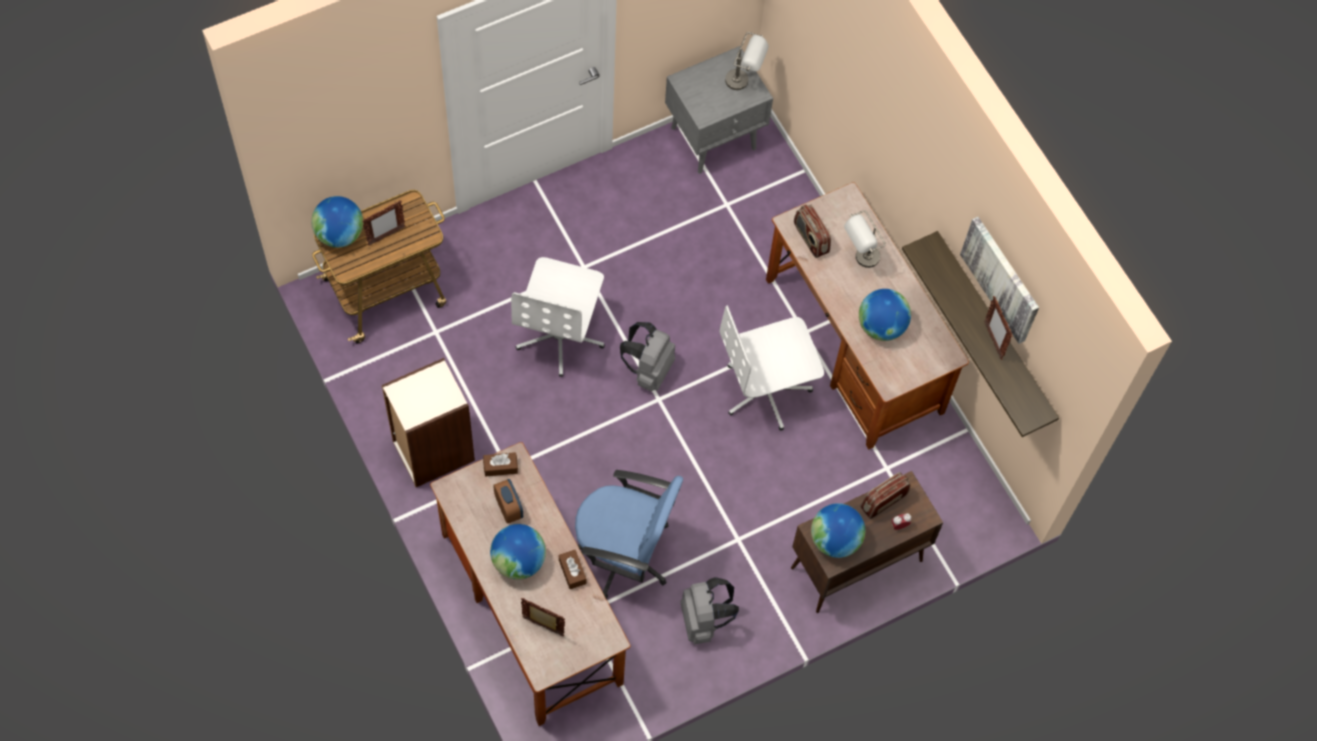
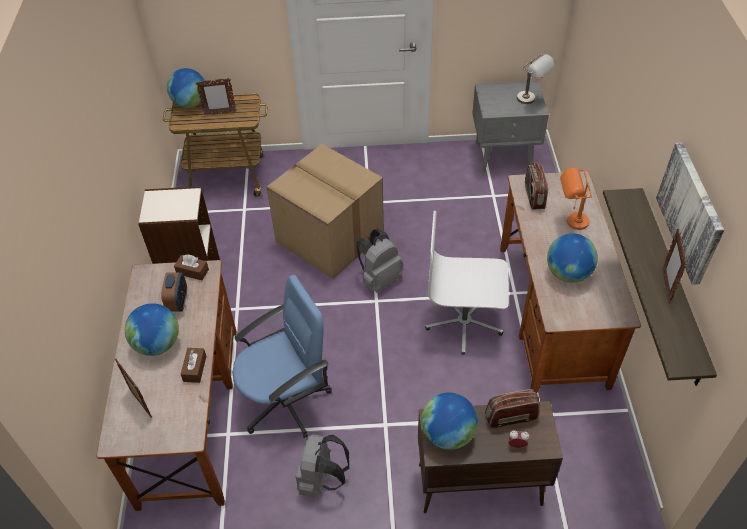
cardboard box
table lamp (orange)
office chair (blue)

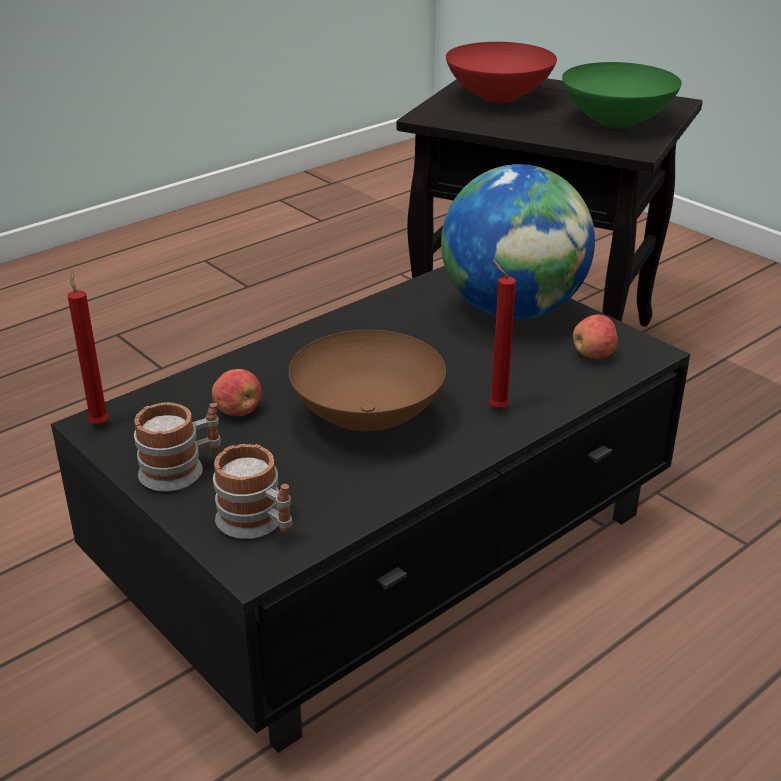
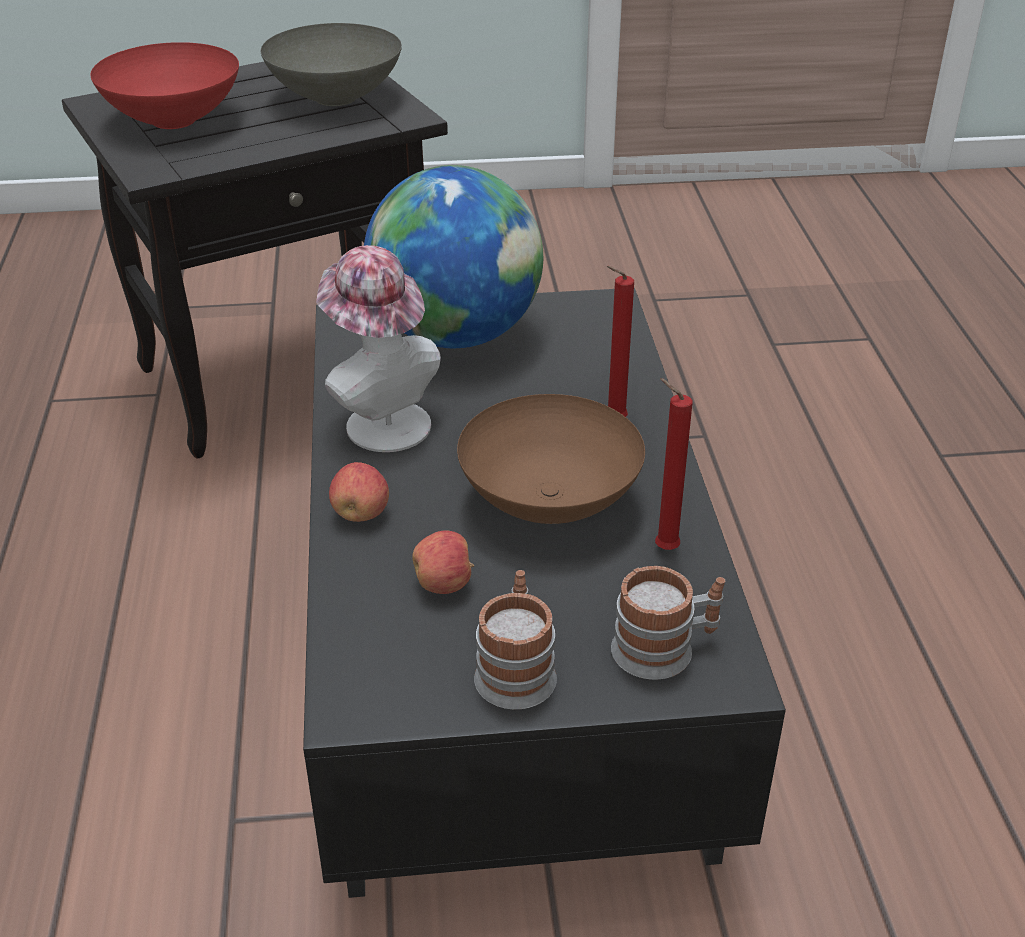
hat
candle (red) (no. 2 from left)
apple (no. 1 from left)
bowl (grey)

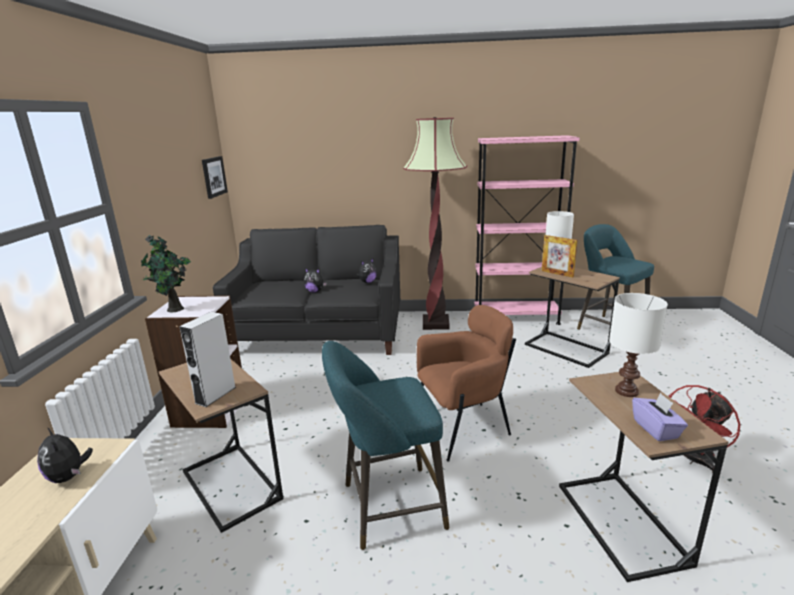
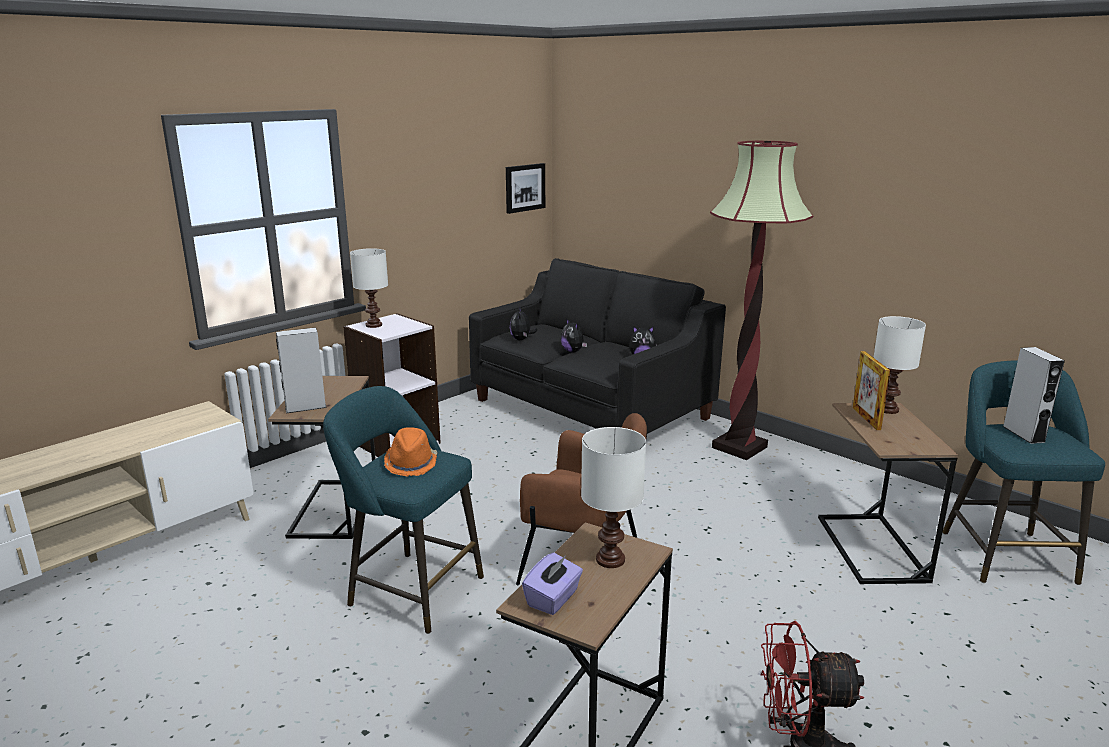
bookcase (pink)
hat (orange)
speaker (grey) (no. 2 from left)
plush toy (no. 1 from left)
table lamp (white) (no. 1 from left)

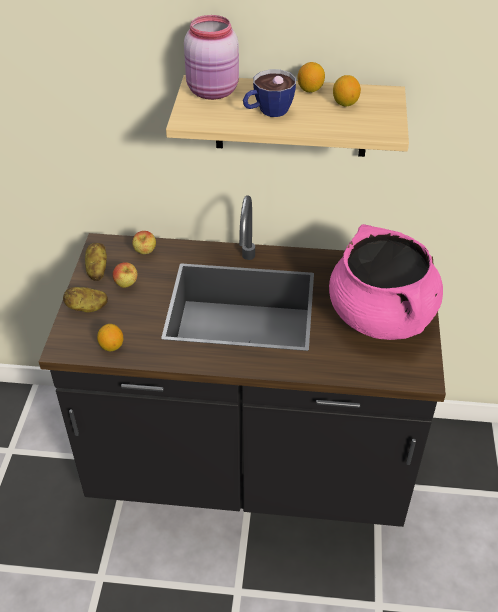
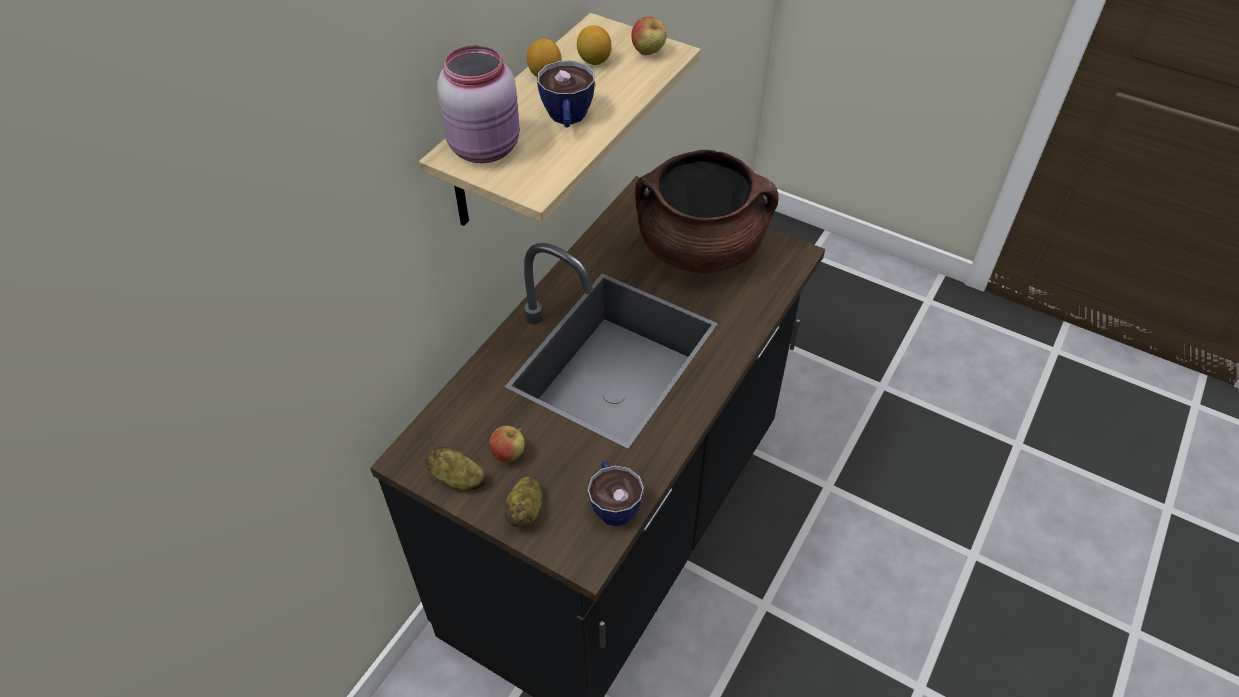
apple (no. 2 from left)
cup (no. 2 from left)
cooking pot (brown)

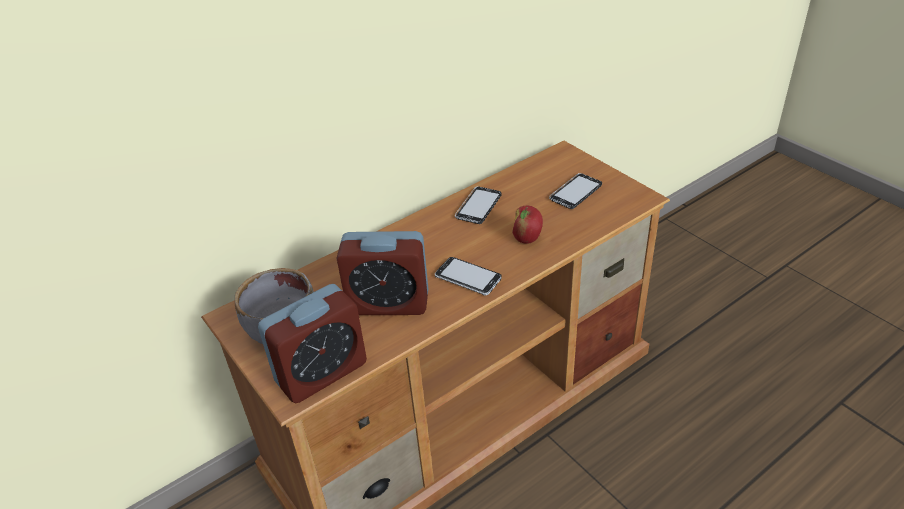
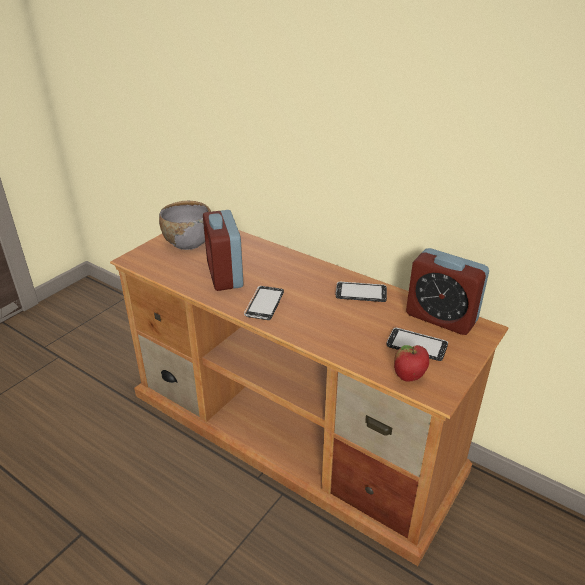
alarm clock (no. 2 from left)
apple

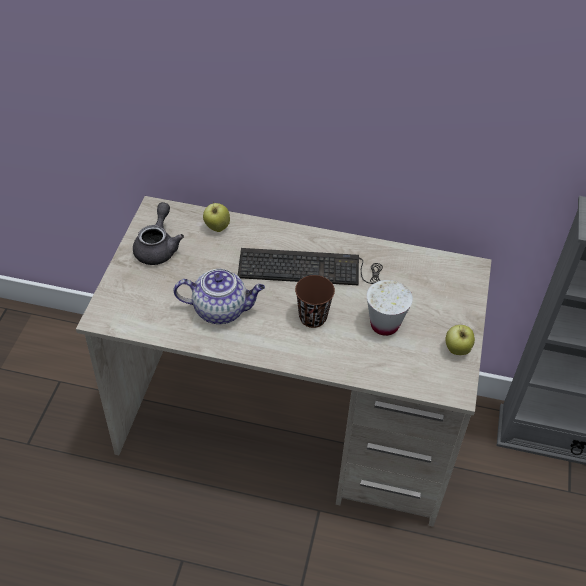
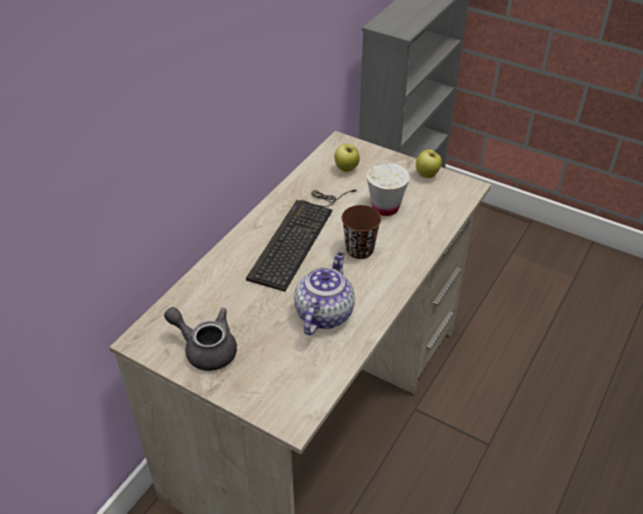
apple (no. 1 from left)

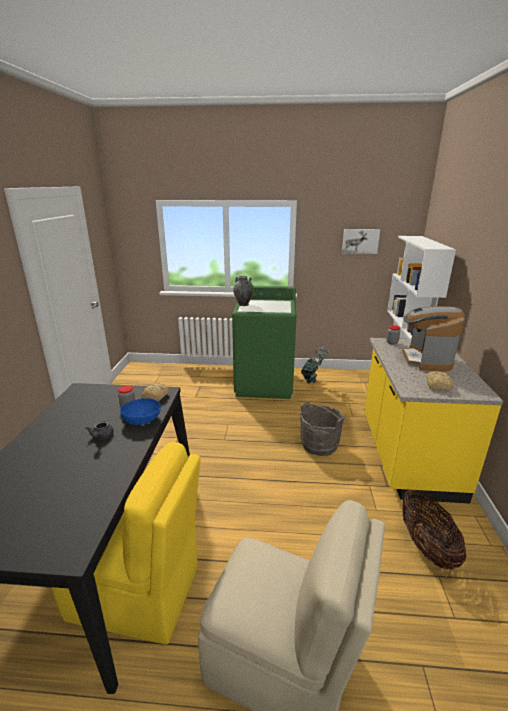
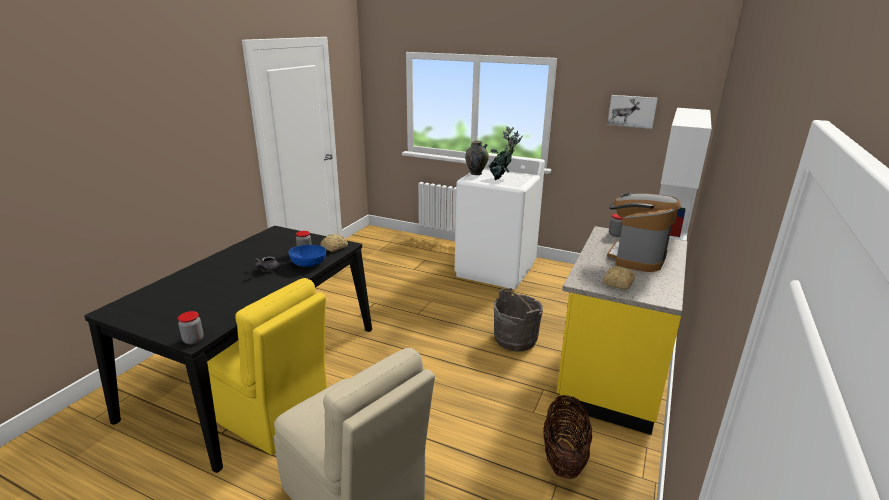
jar (no. 1 from left)
potted plant
washing machine (white)

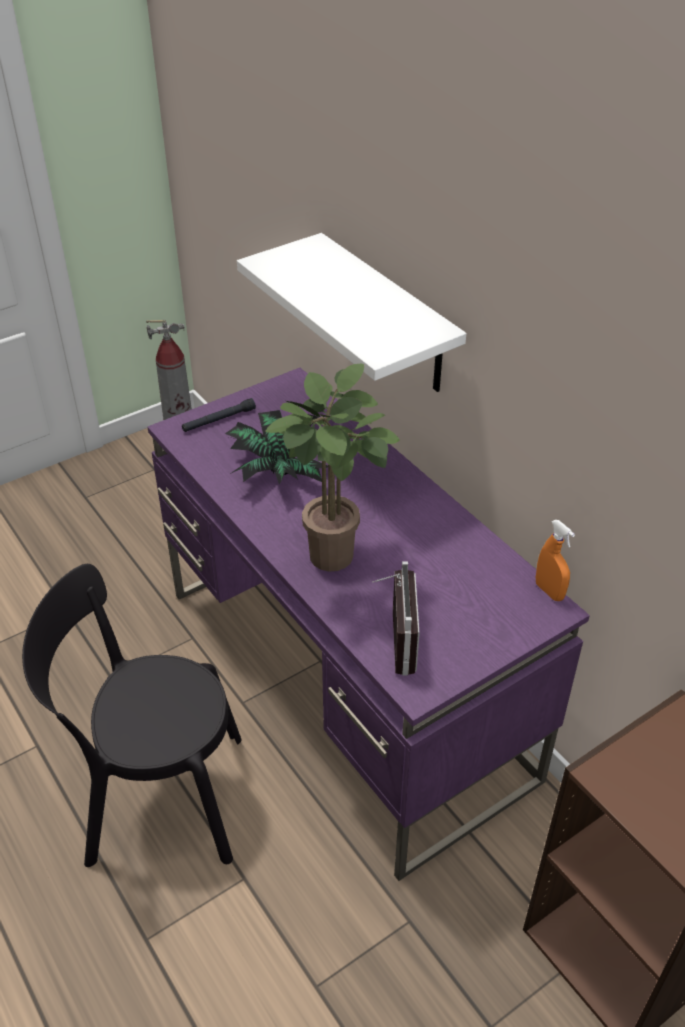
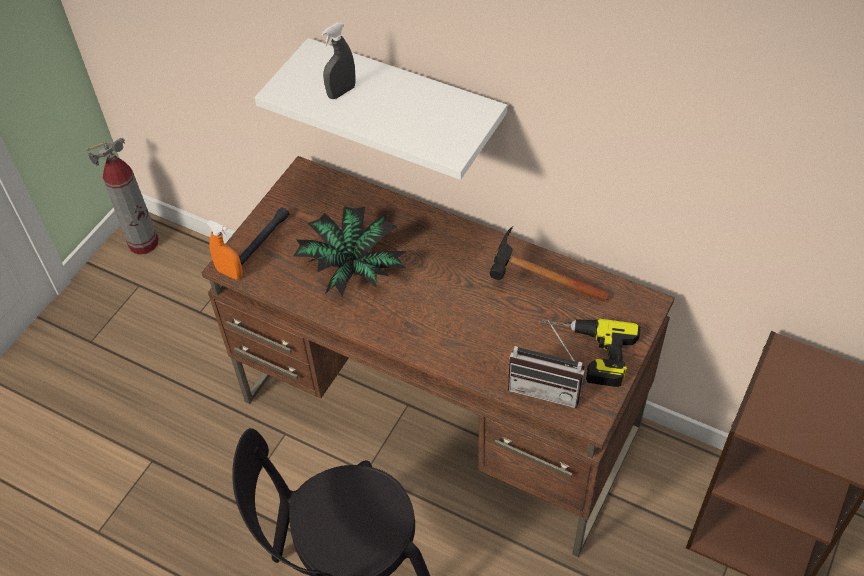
potted plant (no. 2 from left in the first image)
spray bottle (grey)
hammer
power drill
spray bottle (orange)
desk (brown)
radio

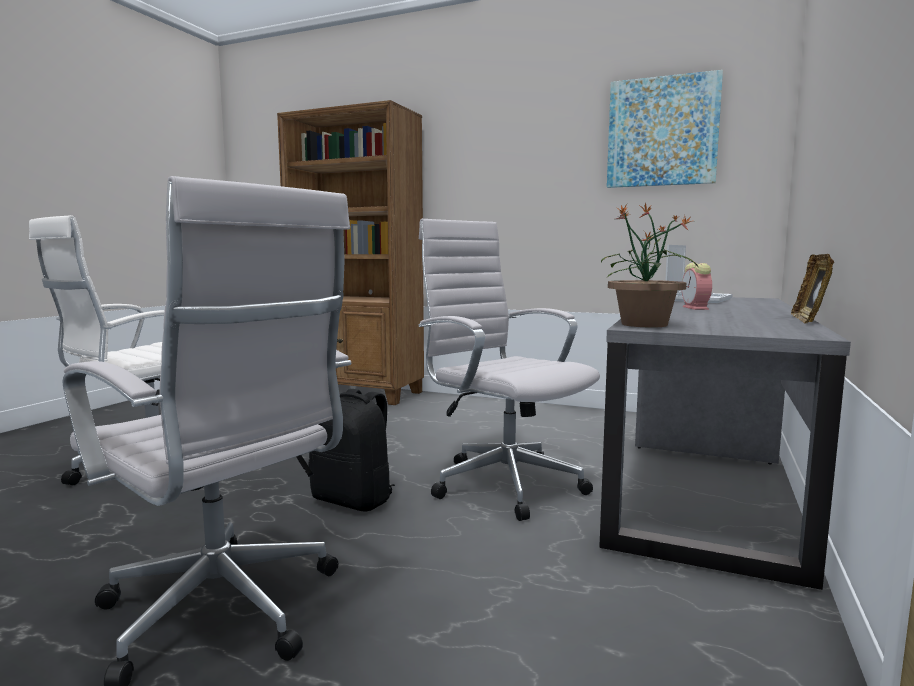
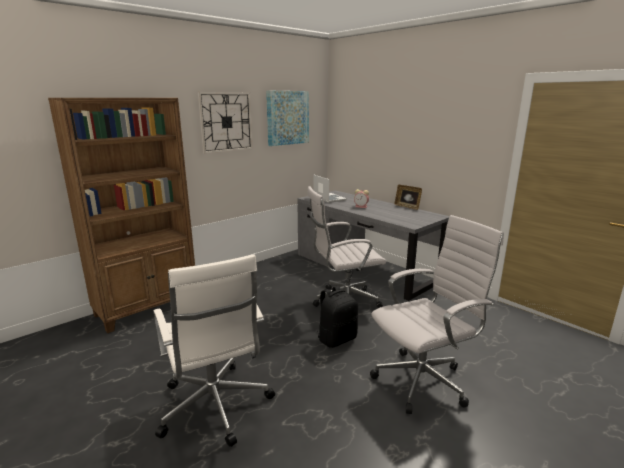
potted plant
wall clock

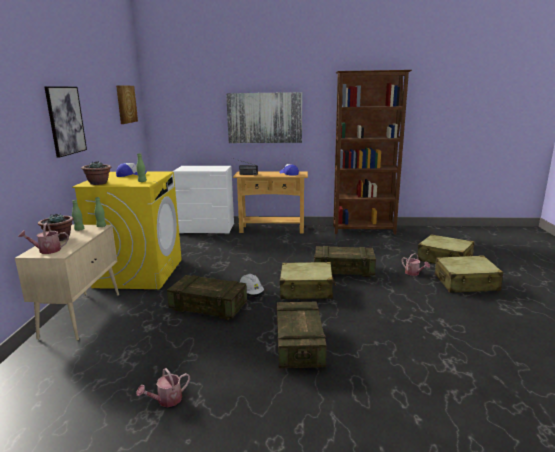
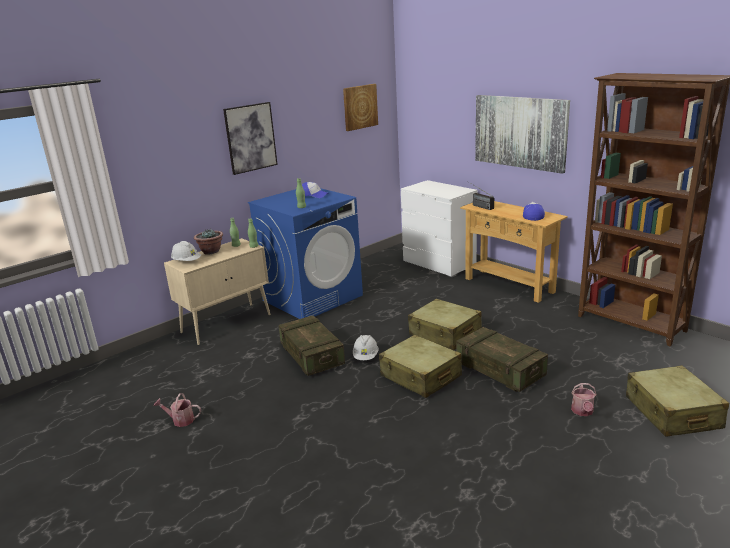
potted plant (no. 2 from left in the first image)
crate (no. 2 from left in the first image)
suitcase (beige) (no. 2 from left)
hard hat (white) (no. 1 from left)
washing machine (blue)

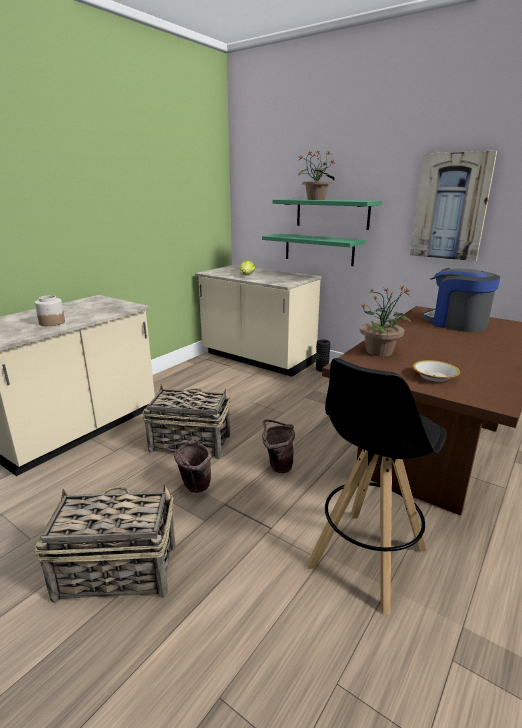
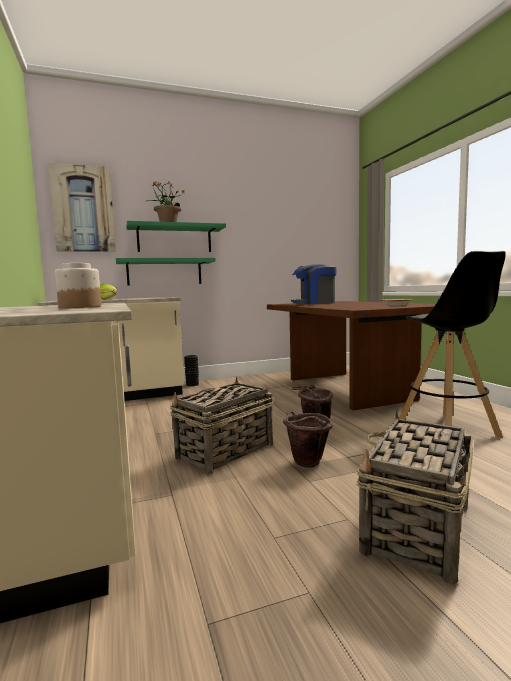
potted plant (no. 2 from left in the first image)
picture

